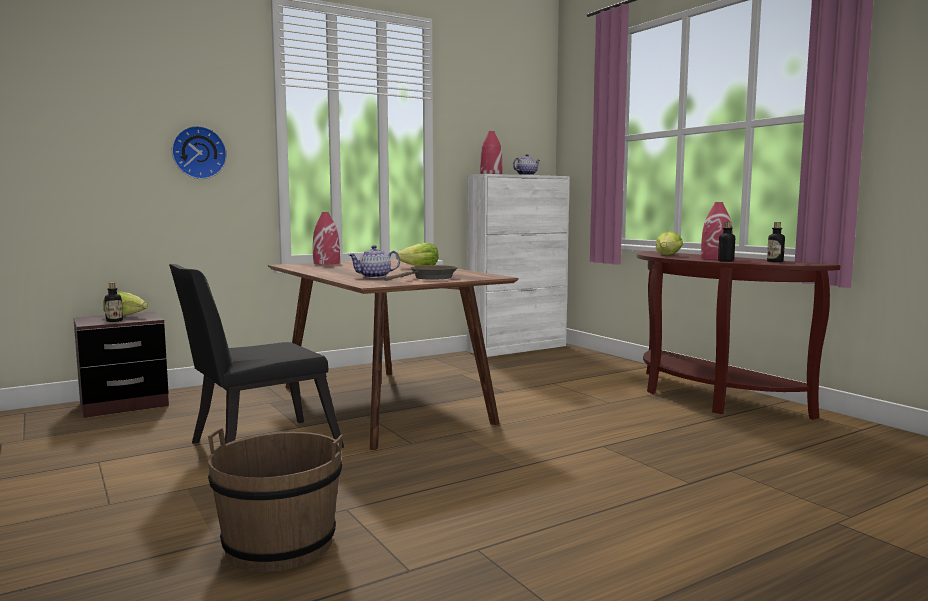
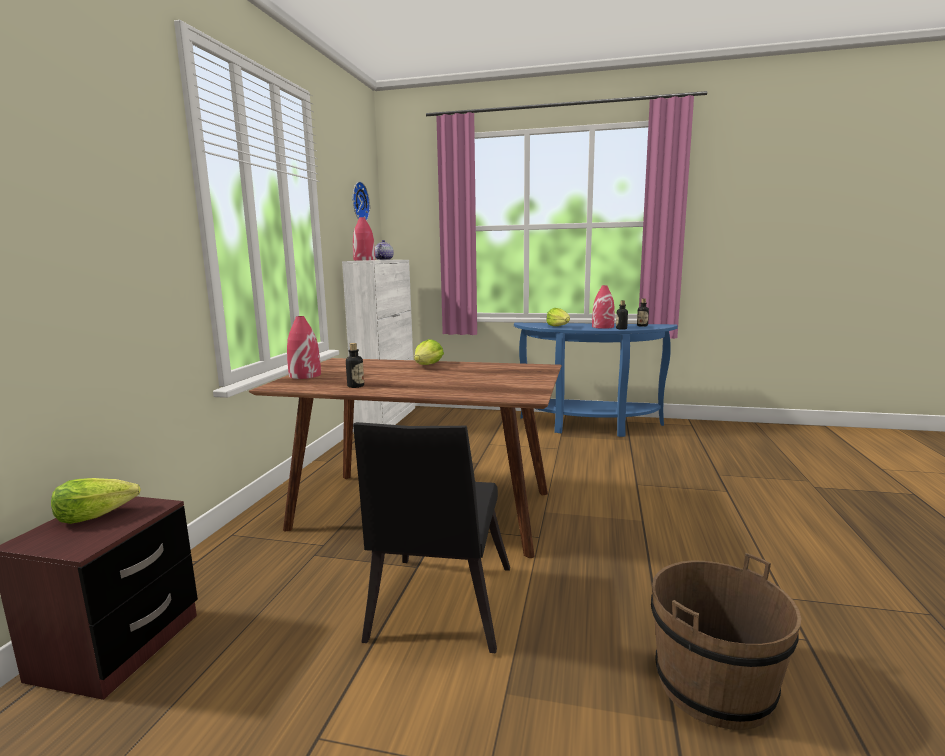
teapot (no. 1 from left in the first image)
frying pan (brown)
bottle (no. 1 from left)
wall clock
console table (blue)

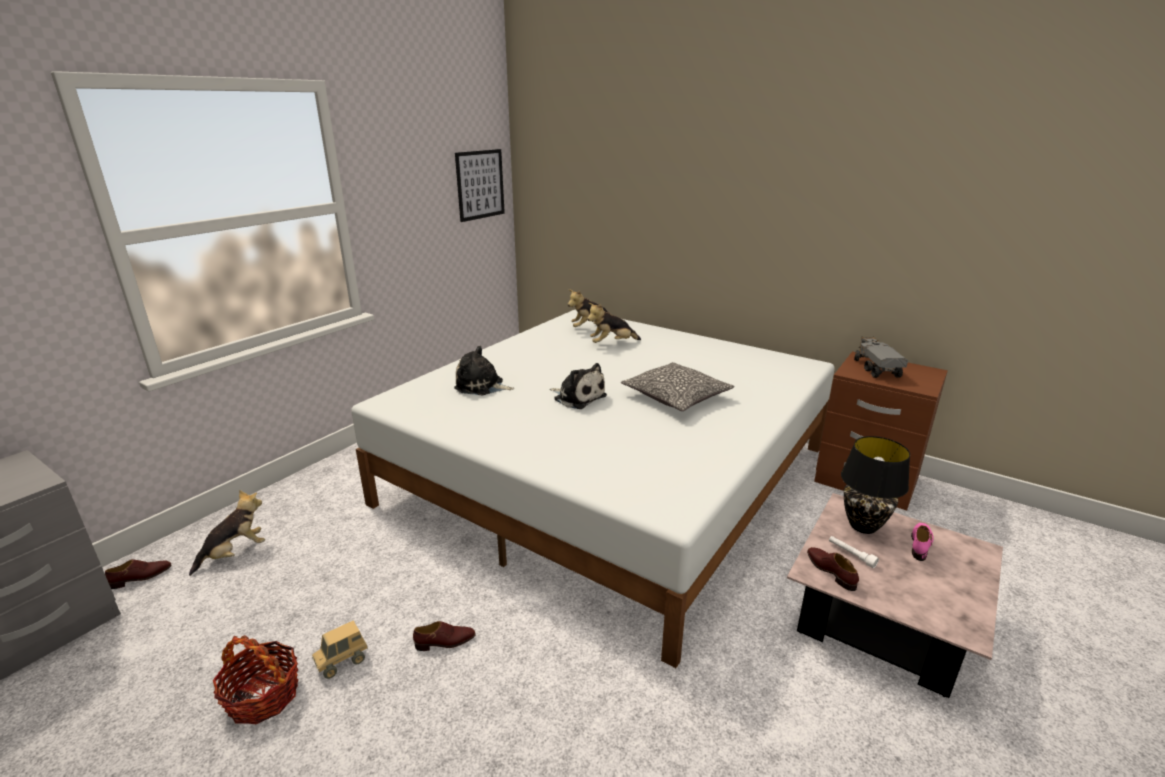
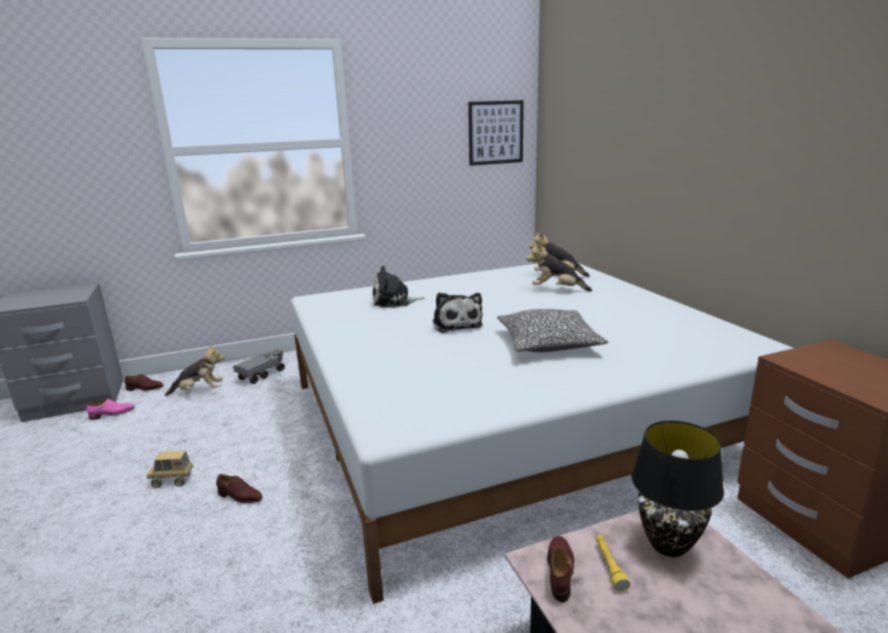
basket
toy truck (no. 2 from left)
shoe (pink)
flashlight (yellow)
plush toy (no. 2 from left)

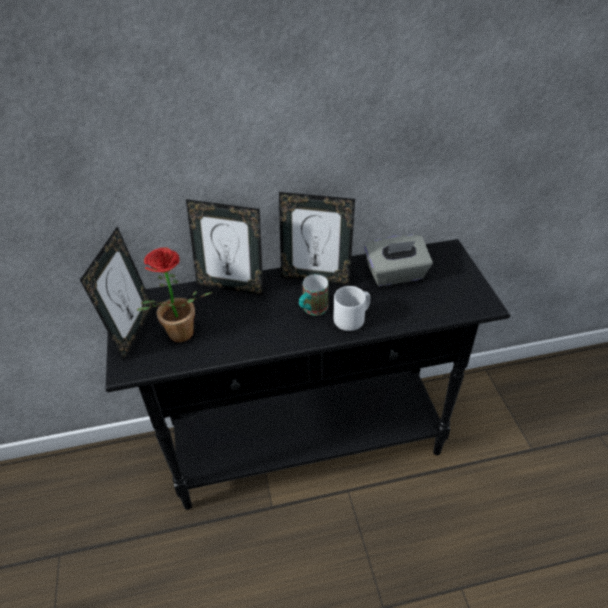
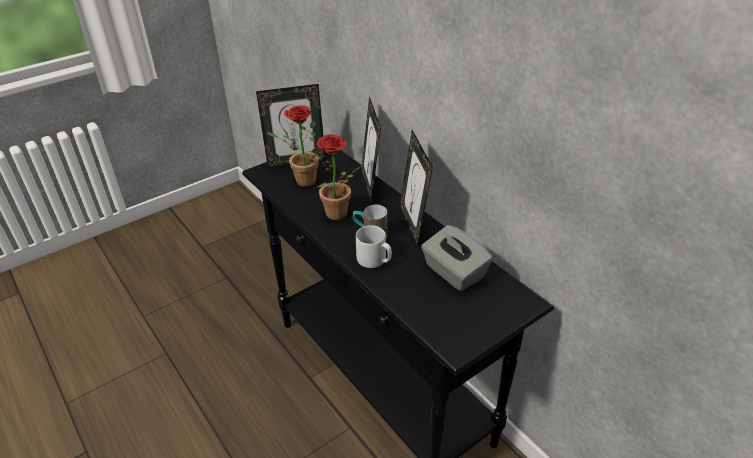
potted plant (no. 2 from left)

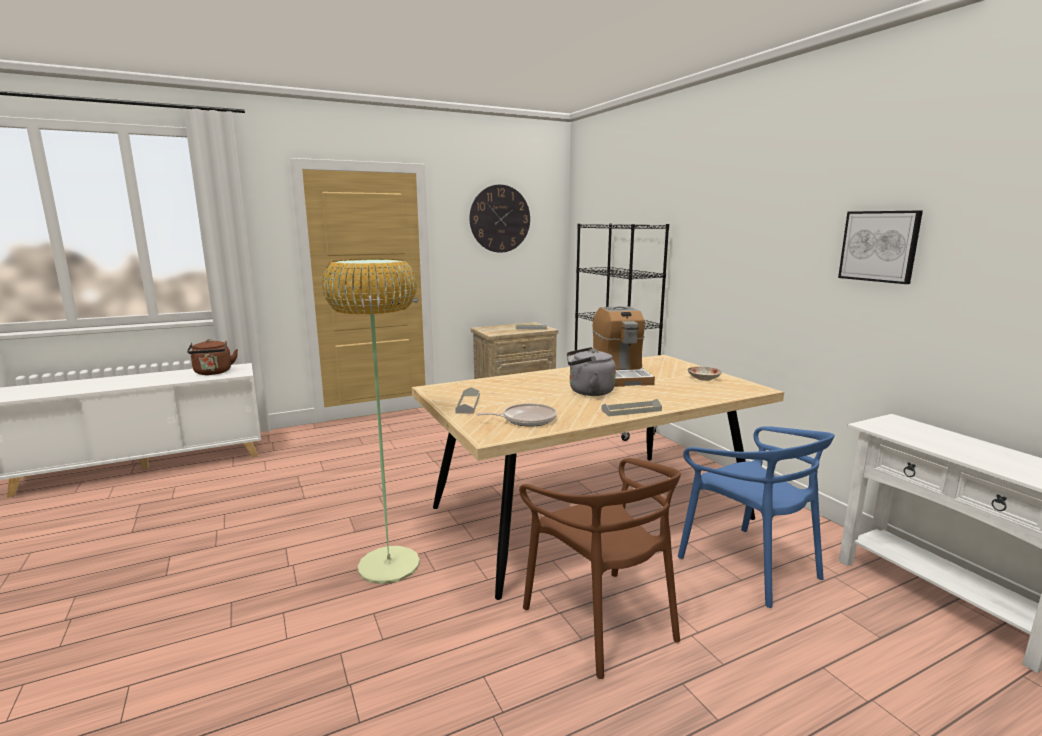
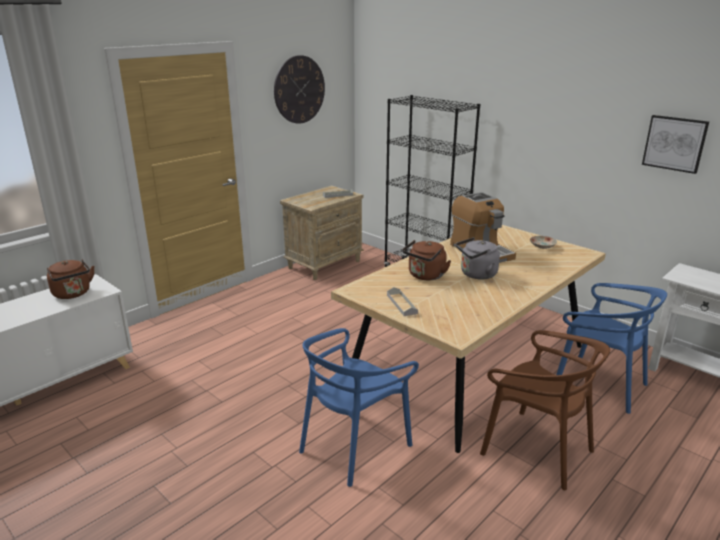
frying pan
tray (grey) (no. 3 from left in the first image)
kettle (brown) (no. 2 from left)
chair (blue) (no. 1 from left)

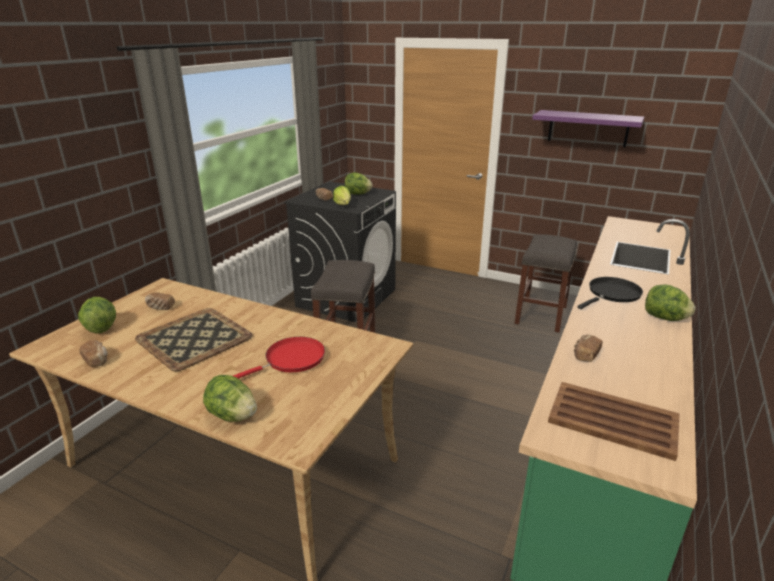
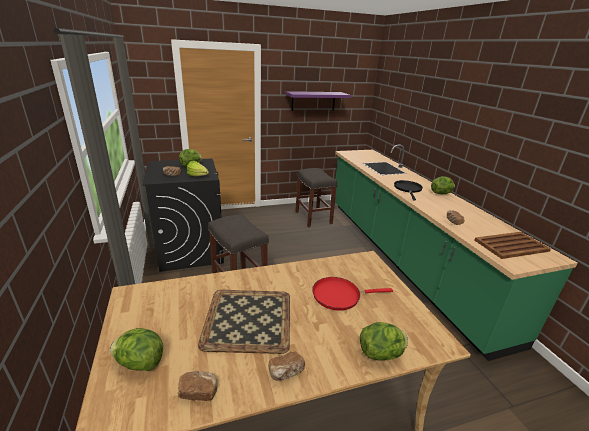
bread (no. 3 from left)
frying pan (red)

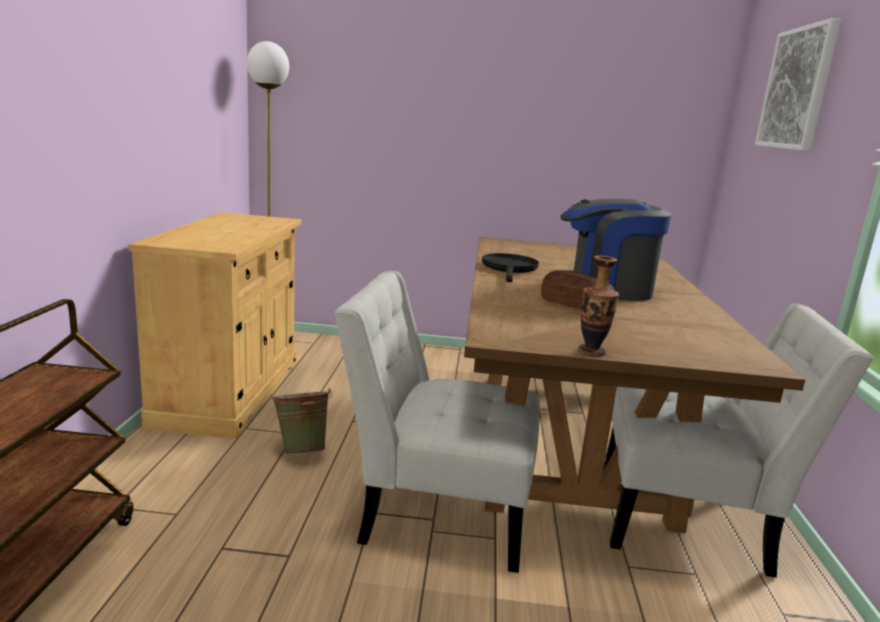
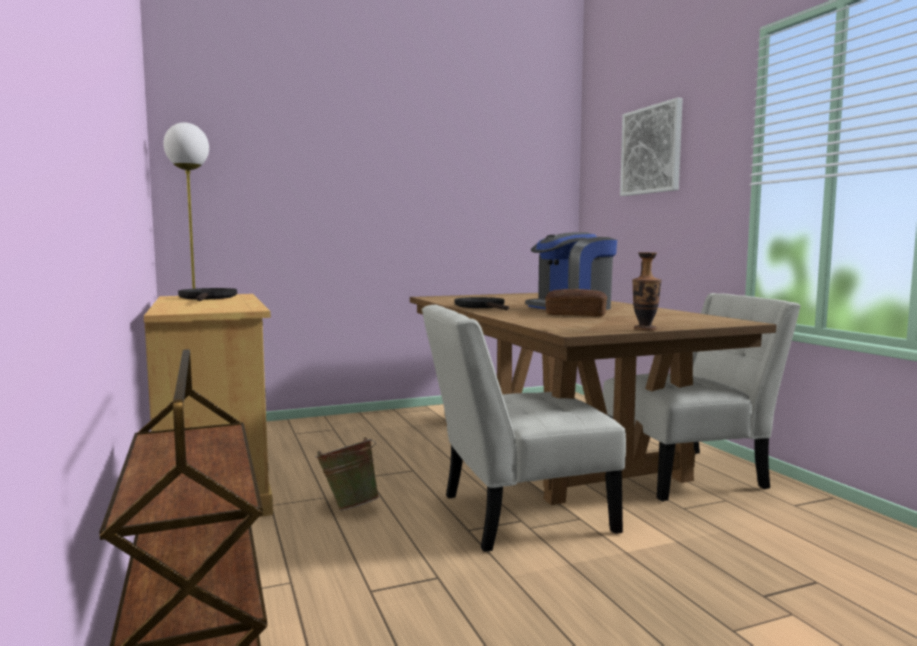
frying pan (black) (no. 1 from left)

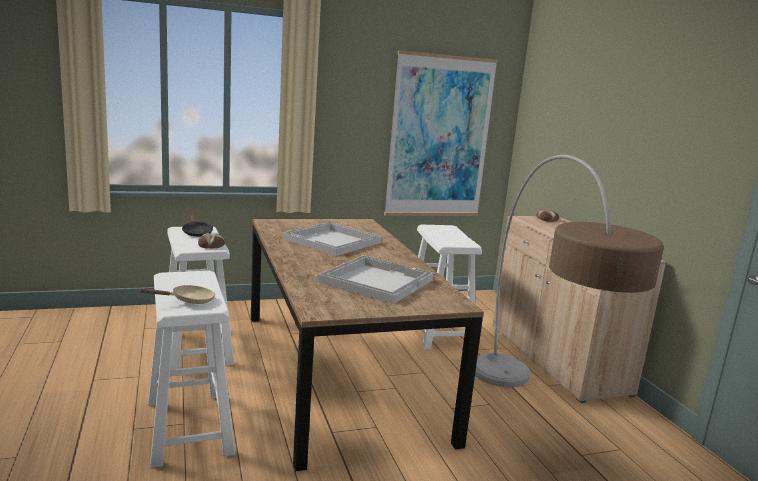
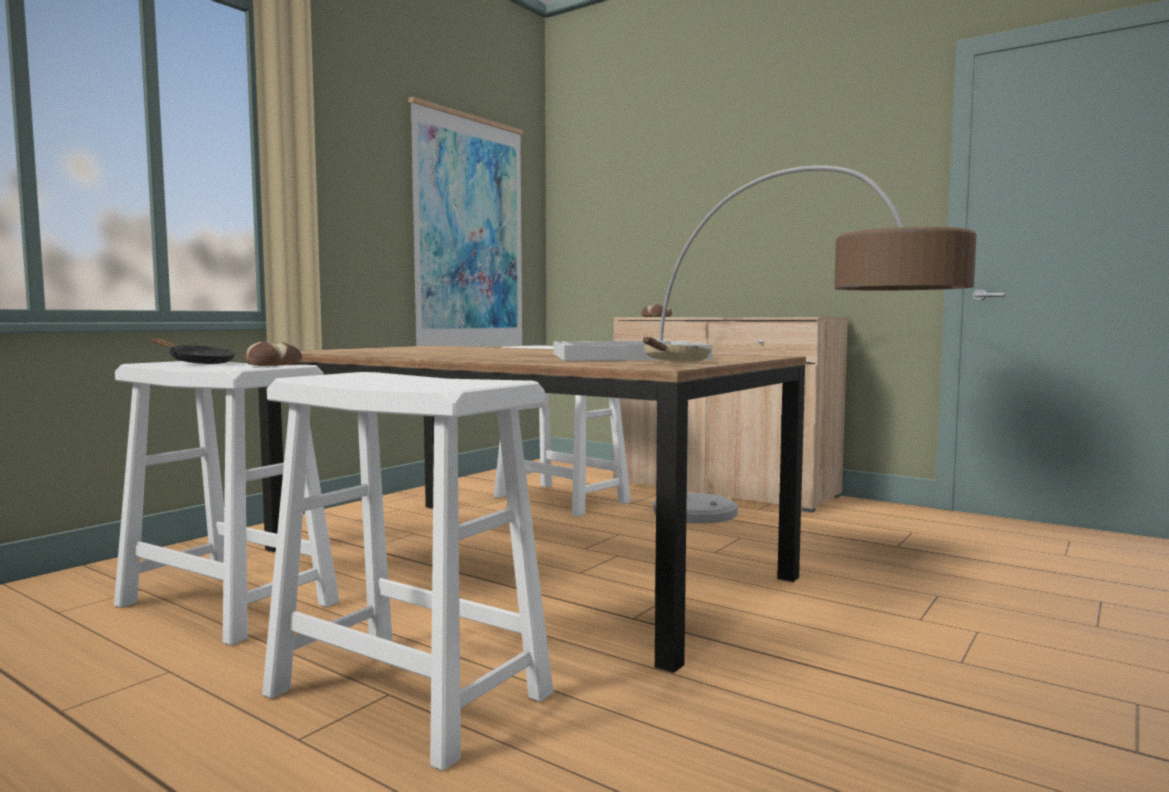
tray (white) (no. 1 from left in the first image)
frying pan (beige)

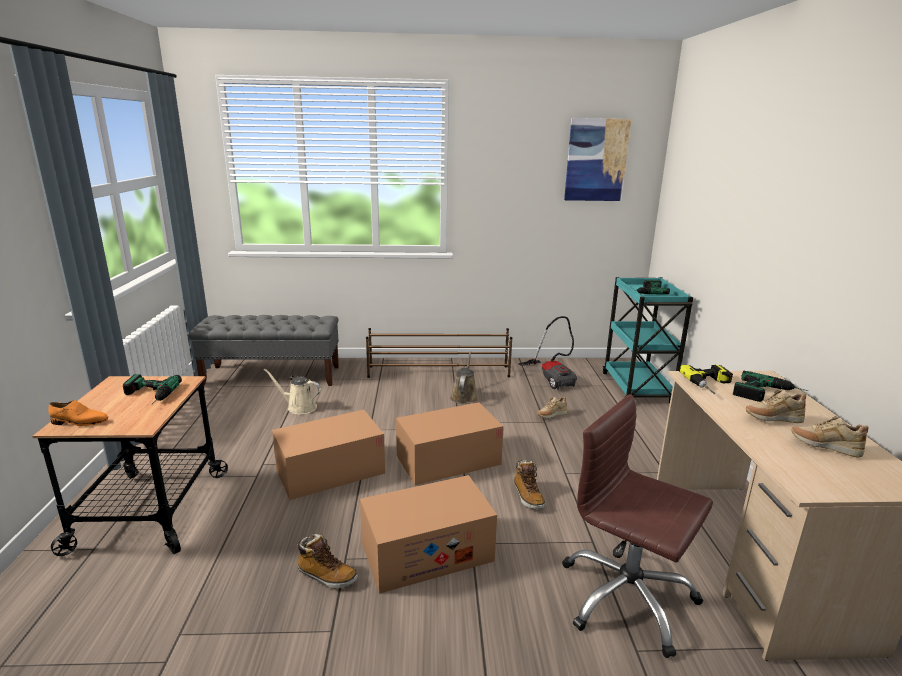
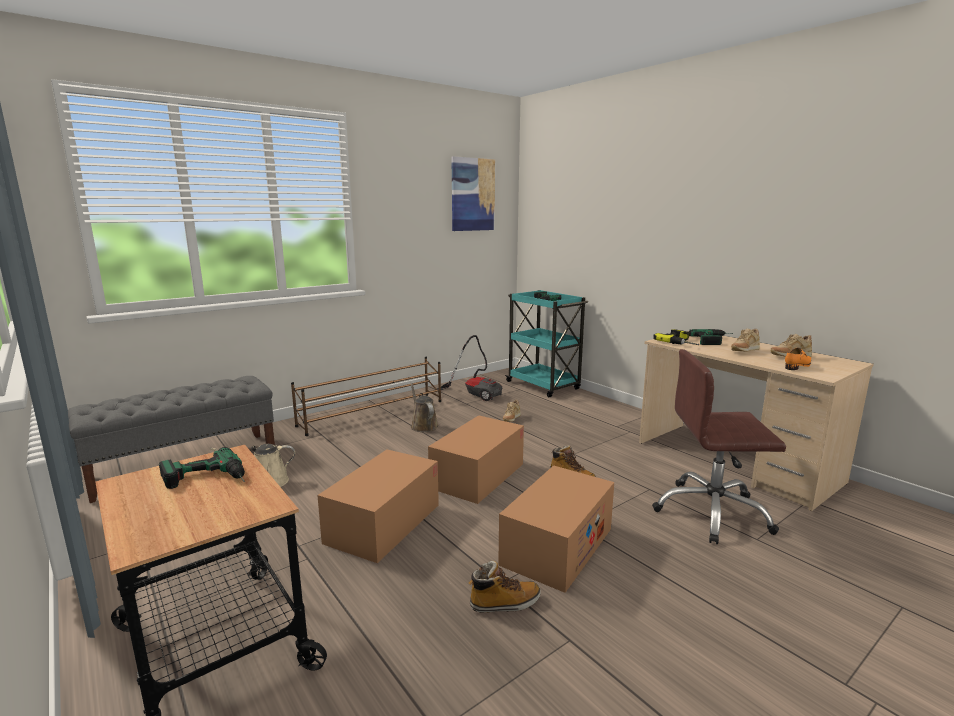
shoe (orange)

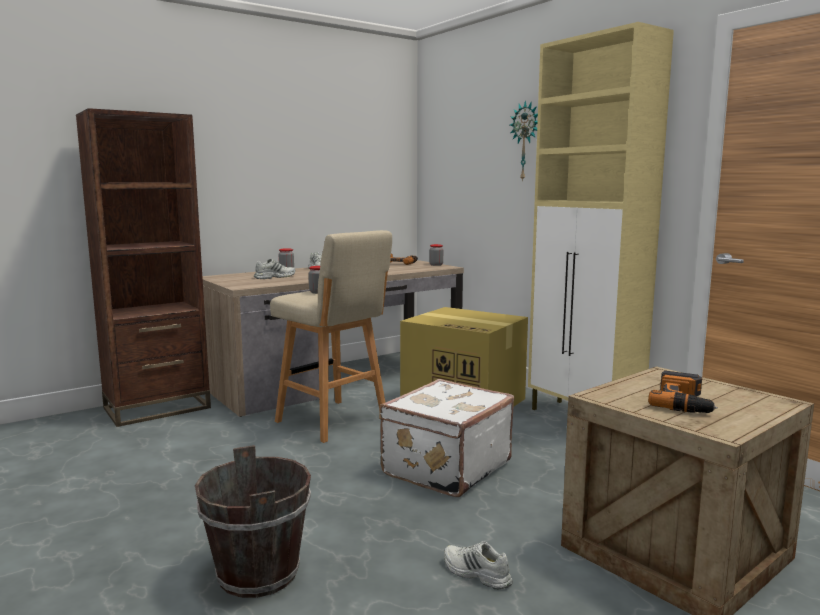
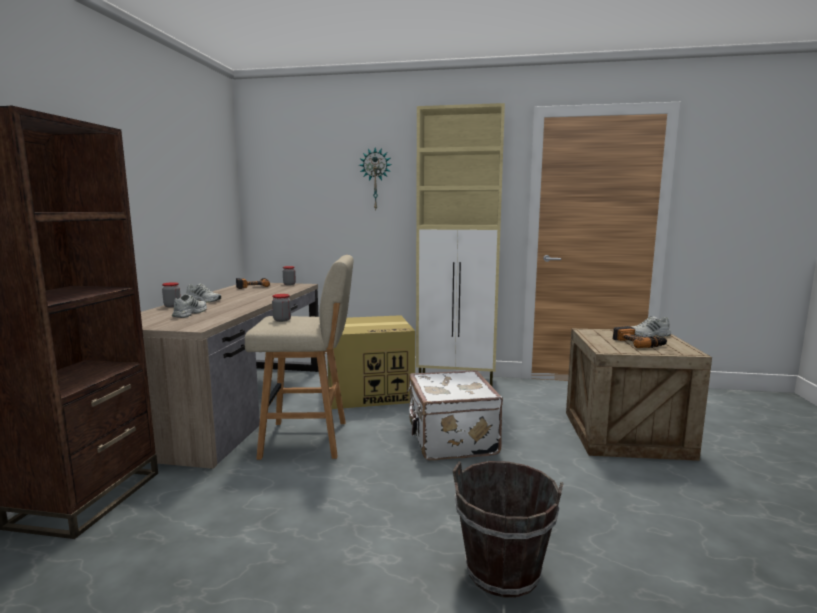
shoe (white) (no. 3 from left)

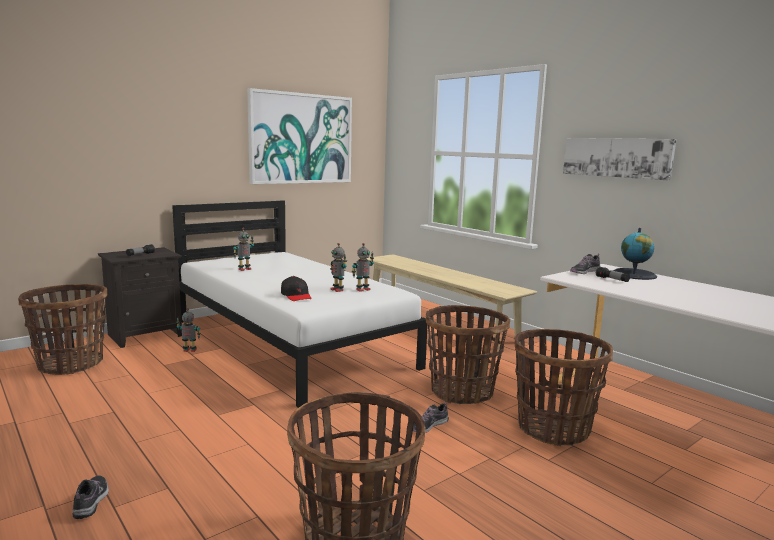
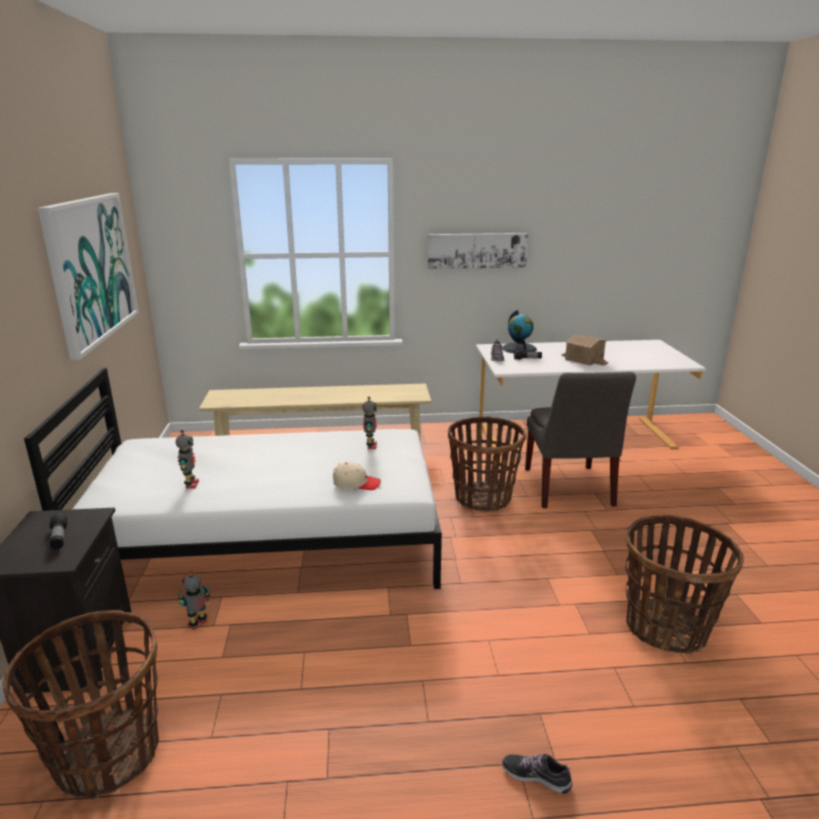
toy robot (no. 3 from left in the first image)
shoe (no. 2 from left in the first image)
toy house
chair (grey)
cap (beige)

